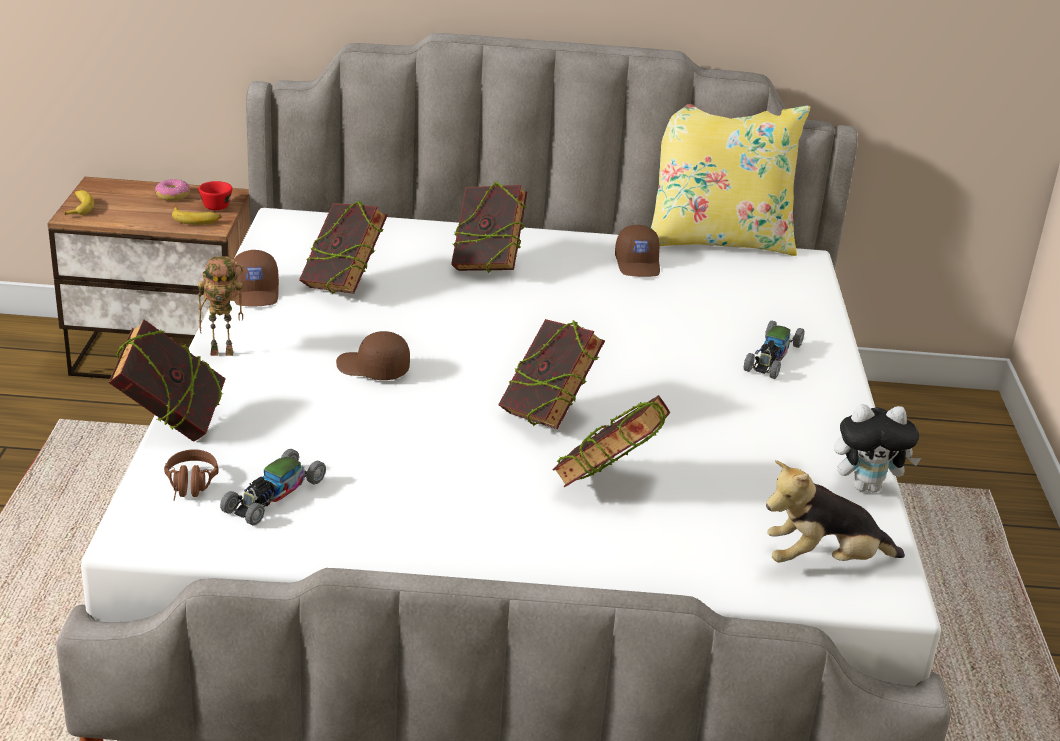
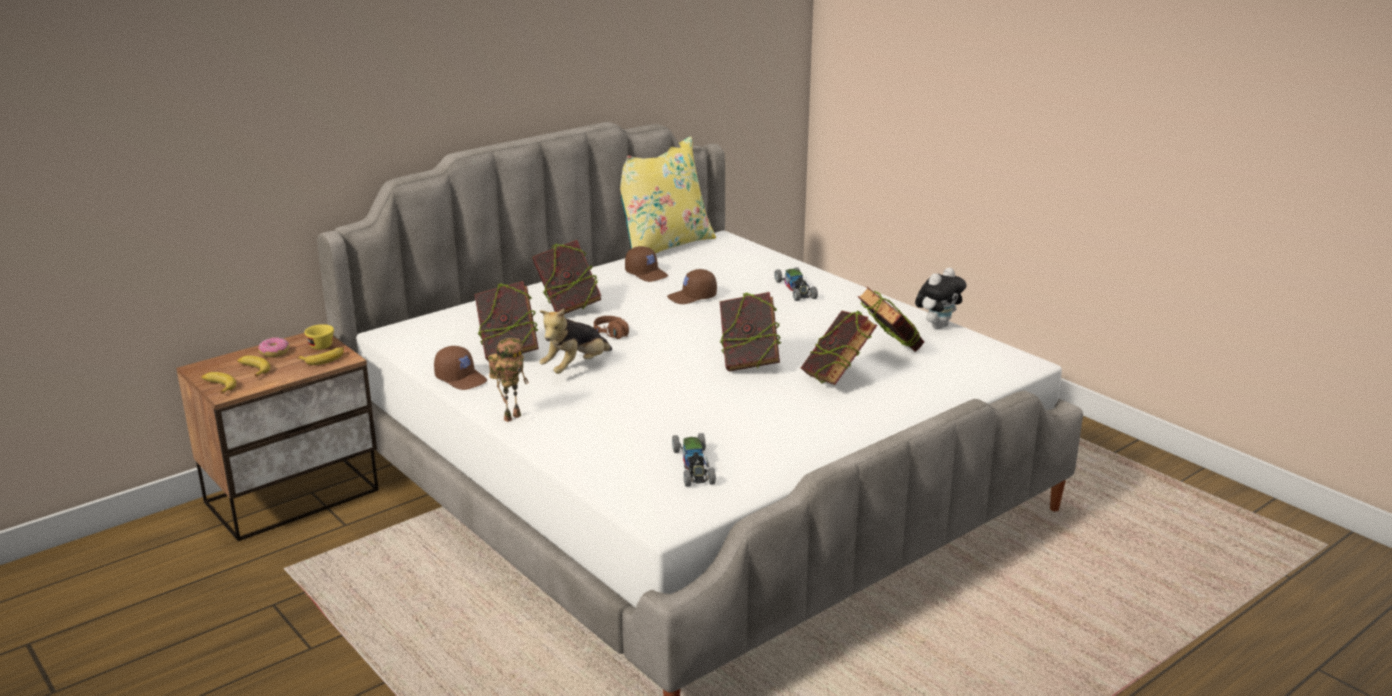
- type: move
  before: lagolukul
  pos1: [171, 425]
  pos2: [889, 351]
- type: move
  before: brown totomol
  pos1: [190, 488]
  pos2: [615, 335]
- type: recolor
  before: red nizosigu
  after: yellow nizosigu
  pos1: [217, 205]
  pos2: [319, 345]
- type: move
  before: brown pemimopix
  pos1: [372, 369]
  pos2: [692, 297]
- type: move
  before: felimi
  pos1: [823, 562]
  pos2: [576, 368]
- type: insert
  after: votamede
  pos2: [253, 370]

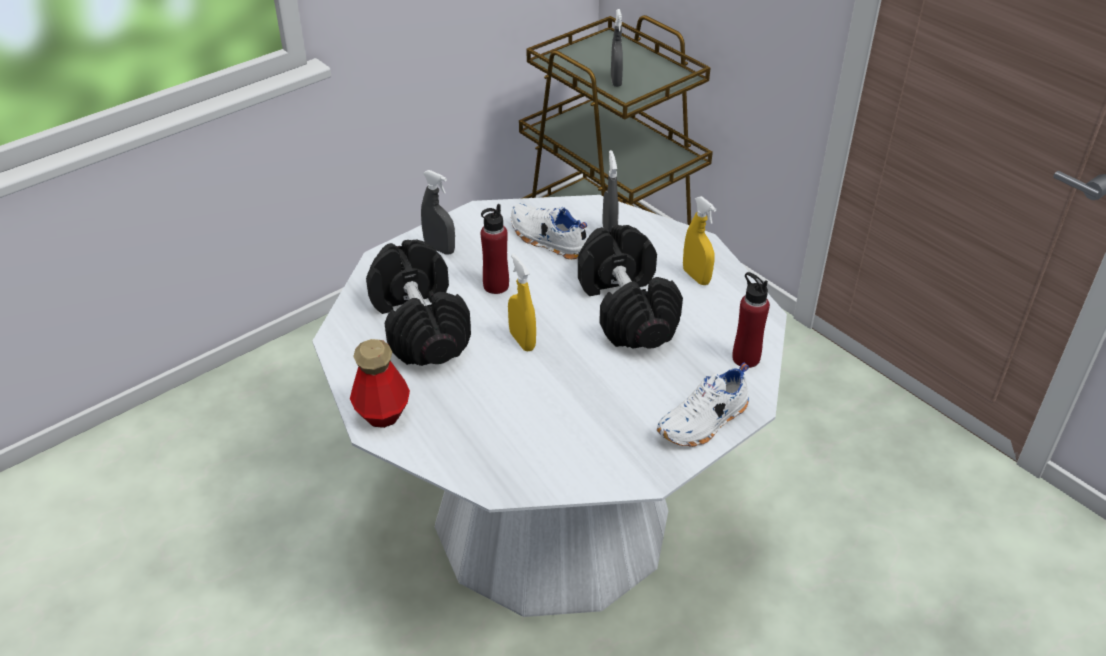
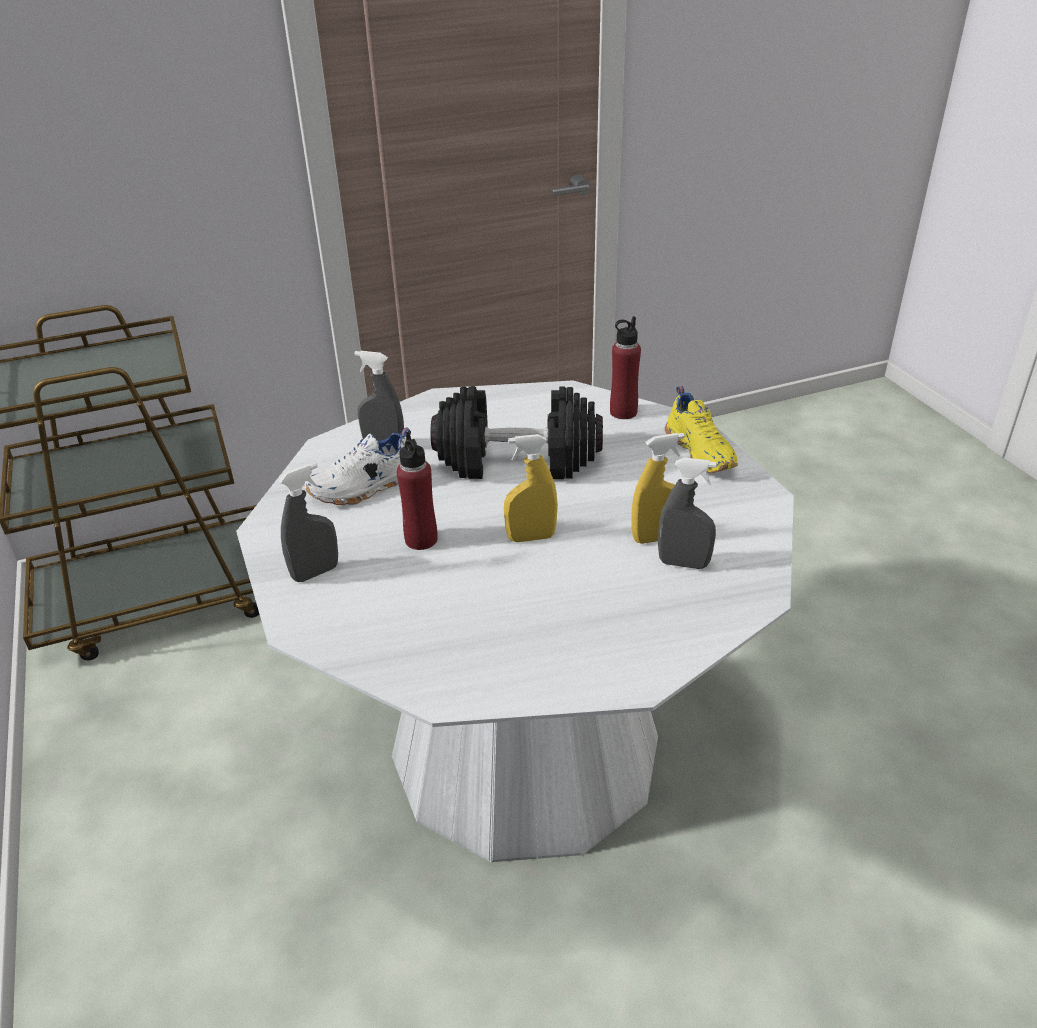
- type: delete
  before: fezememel
  pos1: [382, 412]
- type: delete
  before: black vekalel
  pos1: [419, 325]
- type: move
  before: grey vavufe
  pos1: [616, 81]
  pos2: [683, 563]
- type: recolor
  before: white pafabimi
  after: yellow pafabimi
  pos1: [704, 422]
  pos2: [701, 451]
- type: move
  before: yellow vavufe
  pos1: [696, 277]
  pos2: [655, 538]

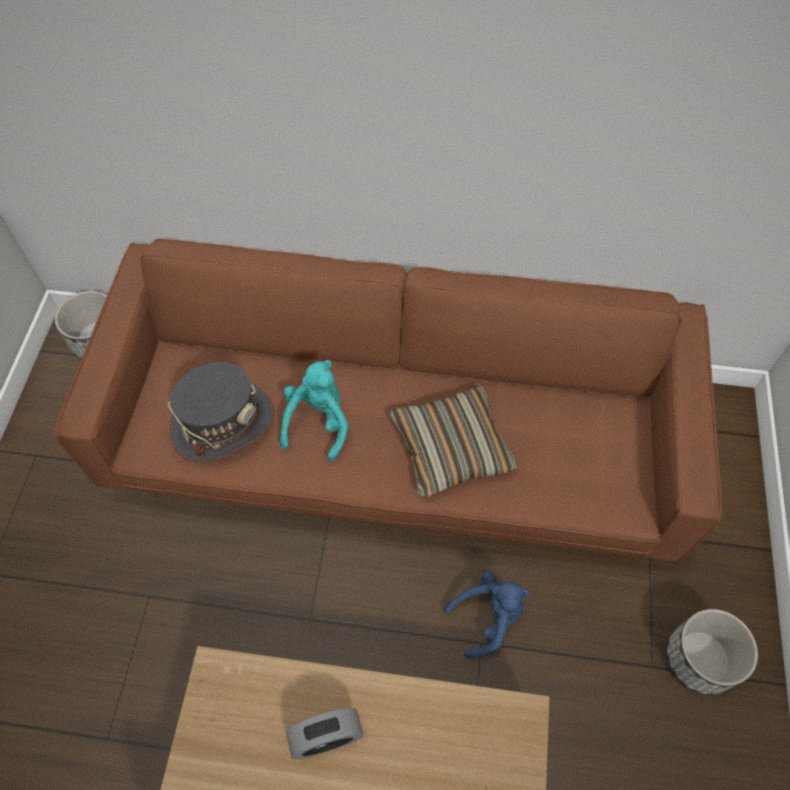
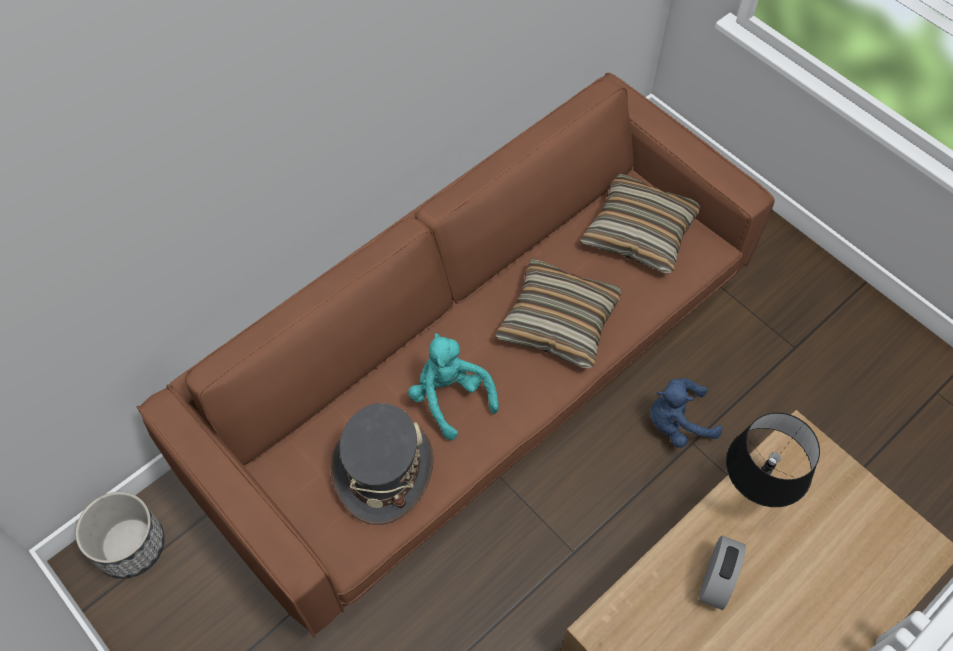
- type: rotate
  before: blue felimi
  pos1: [488, 617]
  pos2: [677, 423]
  turn: -120
- type: delete
  before: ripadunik
  pos1: [698, 659]
- type: insert
  after: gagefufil
  pos2: [639, 232]
- type: insert
  after: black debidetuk
  pos2: [750, 495]

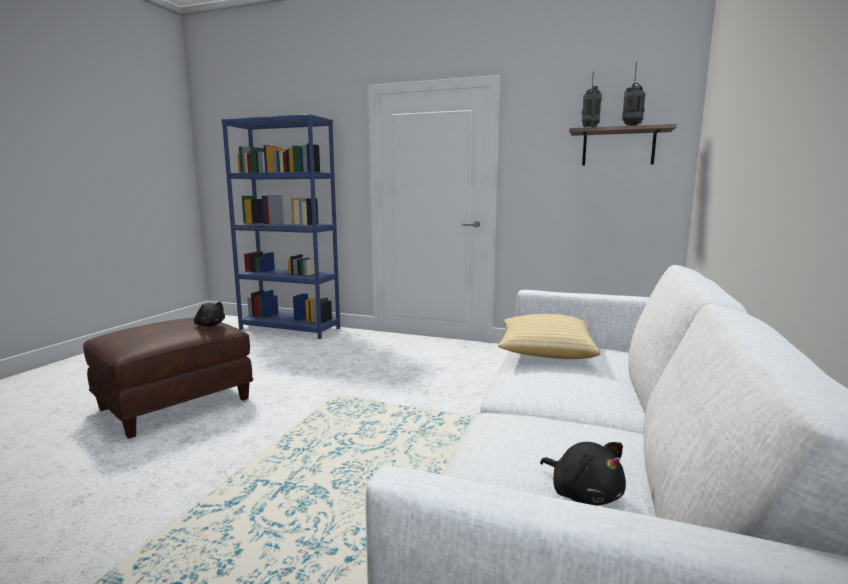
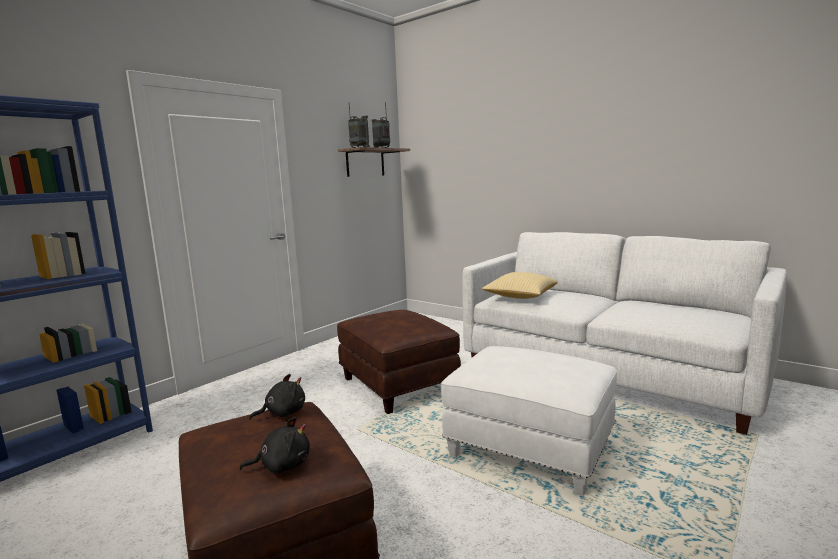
- type: move
  before: black felimi
  pos1: [583, 494]
  pos2: [282, 465]
- type: insert
  after: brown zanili
  pos2: [396, 385]
- type: insert
  after: white zanili
  pos2: [531, 449]

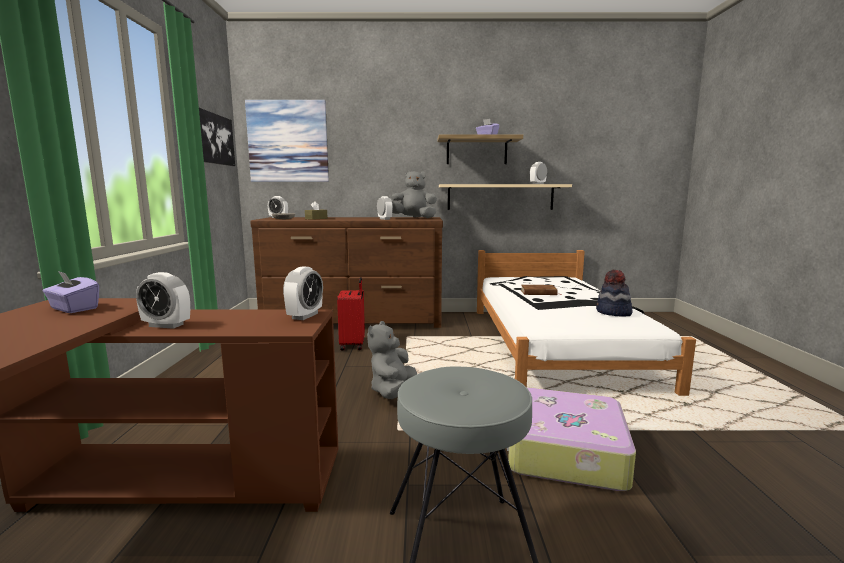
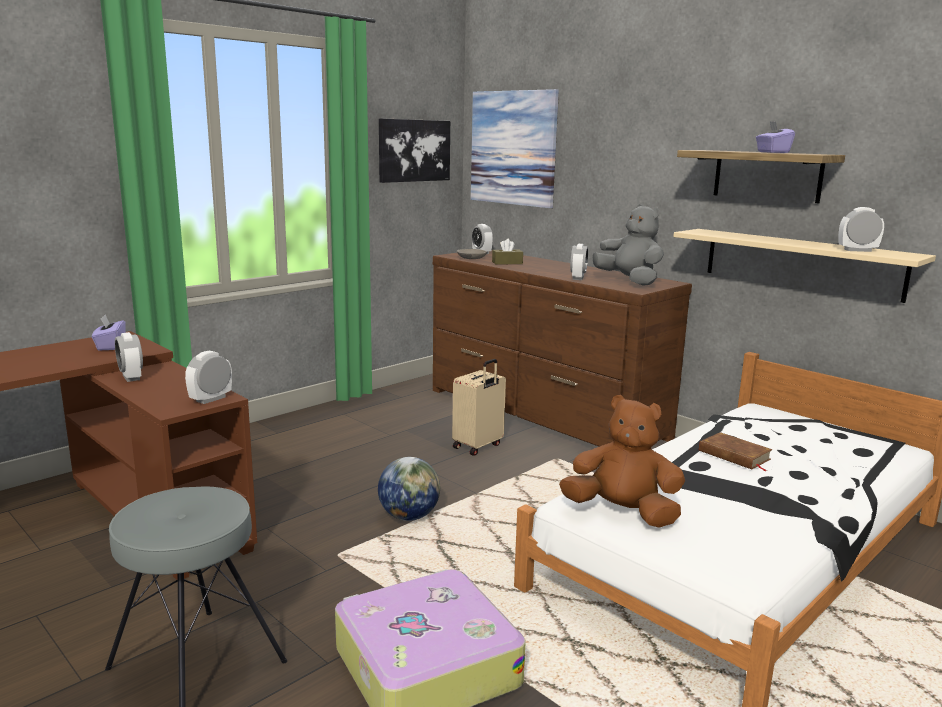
- type: rotate
  before: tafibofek
  pos1: [305, 316]
  pos2: [211, 399]
  turn: 150
- type: recolor
  before: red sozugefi
  after: beige sozugefi
  pos1: [353, 345]
  pos2: [478, 446]
- type: replace
  before: grey felimi
  after: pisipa
  pos1: [392, 391]
  pos2: [409, 516]
- type: delete
  before: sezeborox
  pos1: [613, 313]
- type: insert
  after: brown felimi
  pos2: [622, 513]

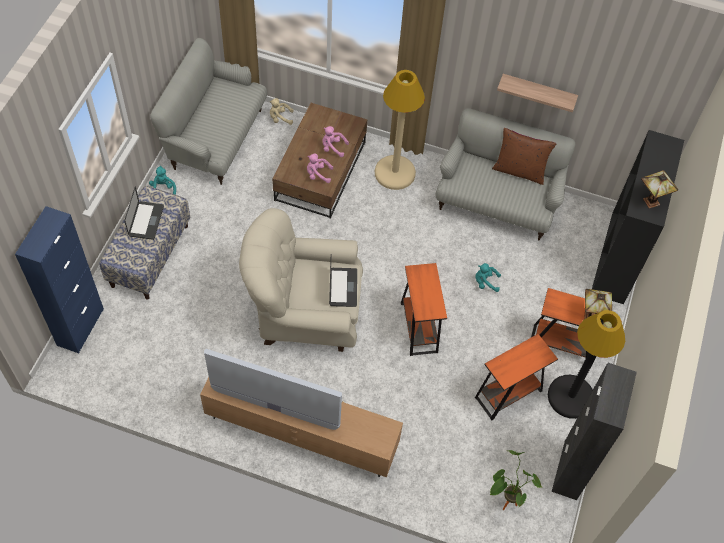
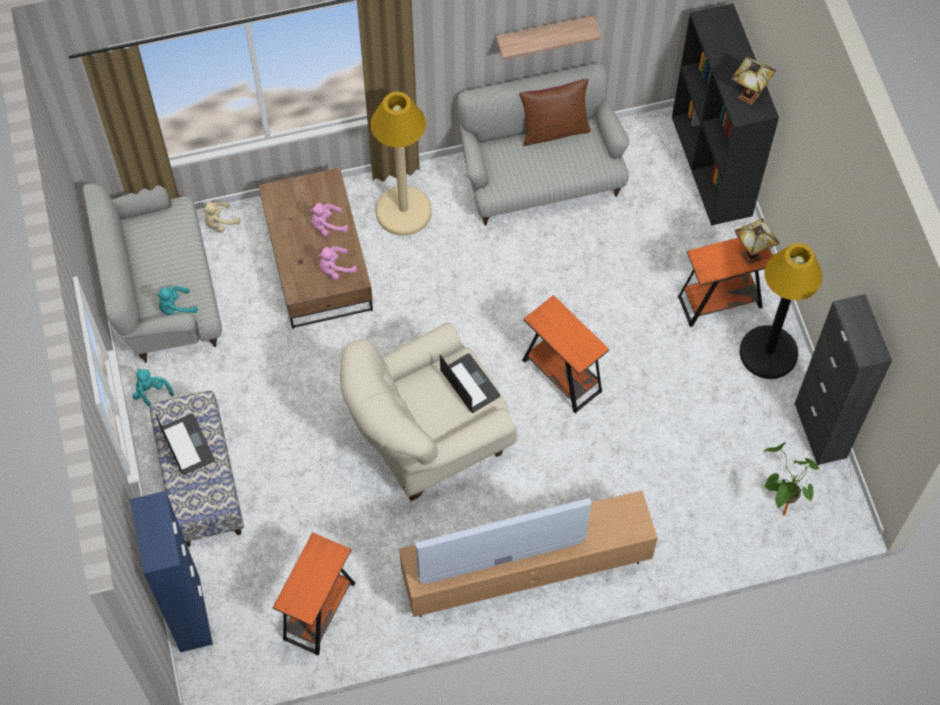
- type: move
  before: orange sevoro
  pos1: [508, 394]
  pos2: [319, 611]
- type: move
  before: turquoise felimi
  pos1: [485, 282]
  pos2: [176, 308]

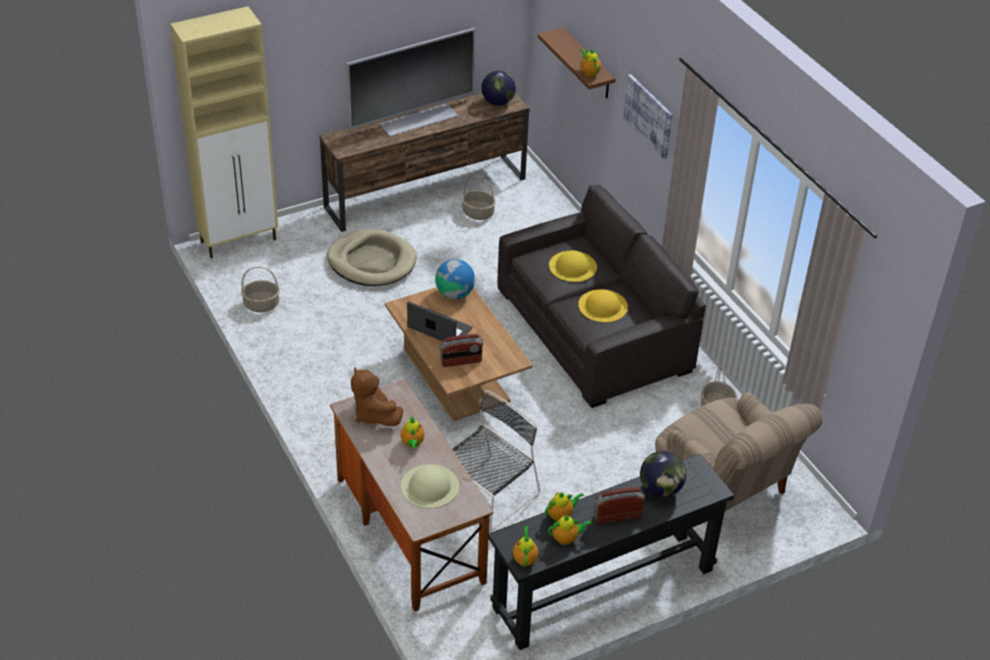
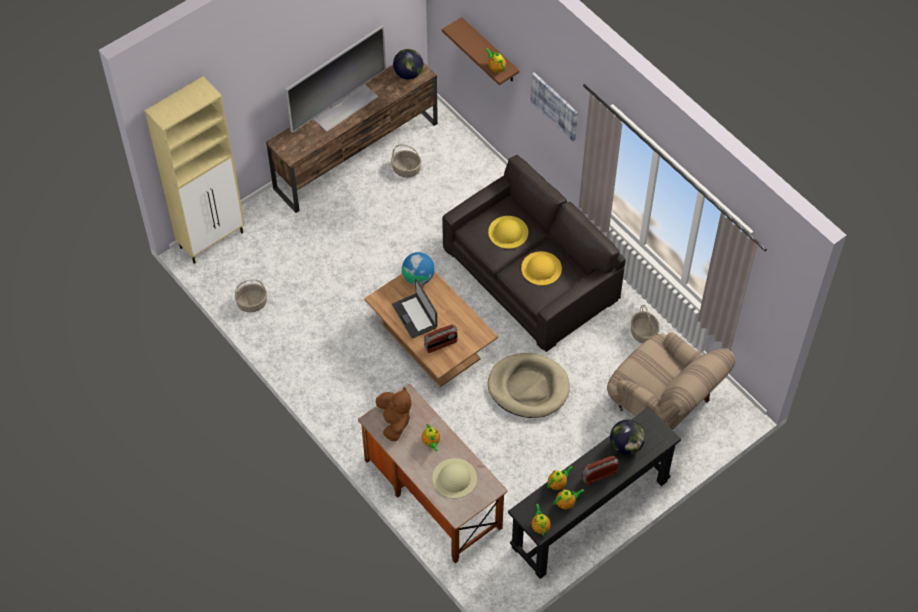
- type: move
  before: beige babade
  pos1: [372, 261]
  pos2: [528, 387]
- type: rotate
  before: brown felimi
  pos1: [374, 414]
  pos2: [394, 422]
  turn: -150
- type: rotate
  before: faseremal
  pos1: [439, 329]
  pos2: [415, 316]
  turn: -135
- type: delete
  before: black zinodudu
  pos1: [487, 495]

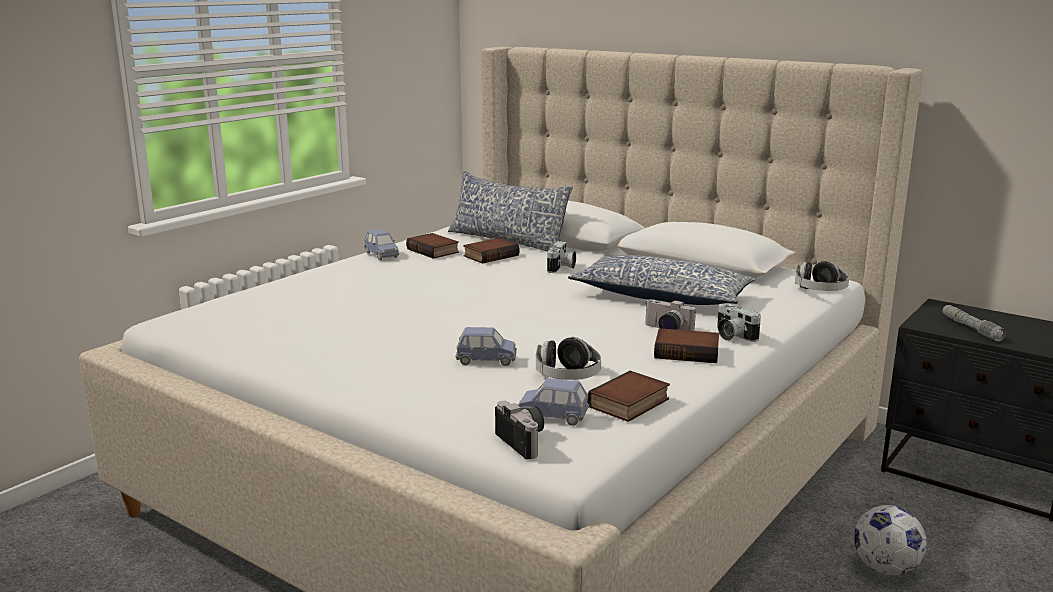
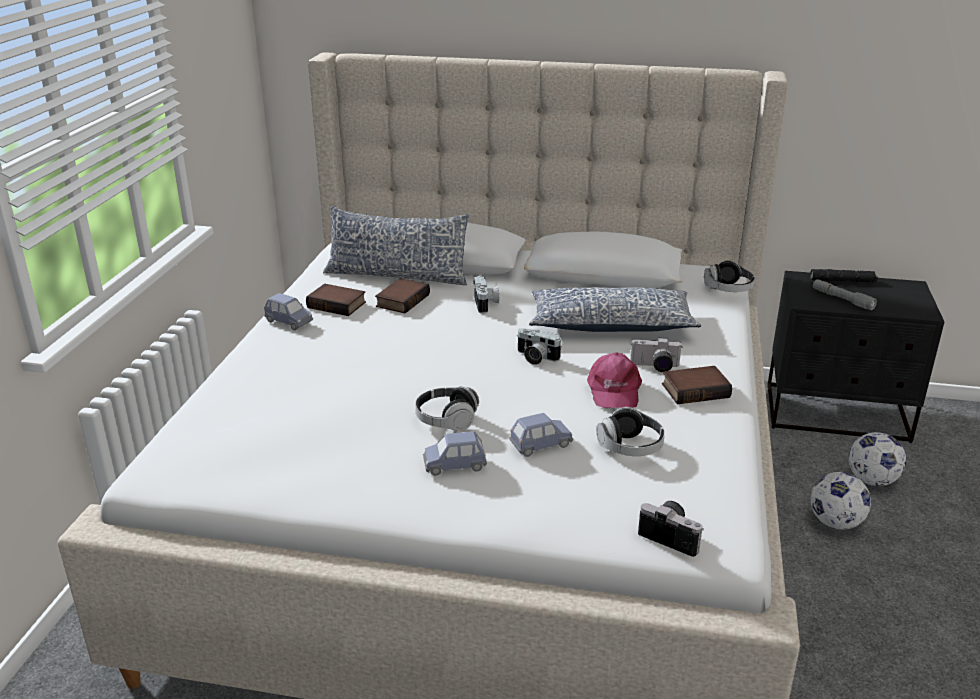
- type: move
  before: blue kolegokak
  pos1: [553, 416]
  pos2: [454, 465]
- type: delete
  before: lagolukul
  pos1: [629, 404]
- type: move
  before: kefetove
  pos1: [732, 336]
  pos2: [535, 357]
- type: insert
  after: totomol
  pos2: [446, 420]
- type: insert
  after: pink pemimopix
  pos2: [613, 390]
- type: insert
  after: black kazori
  pos2: [842, 281]
- type: insert
  after: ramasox
  pos2: [872, 480]

